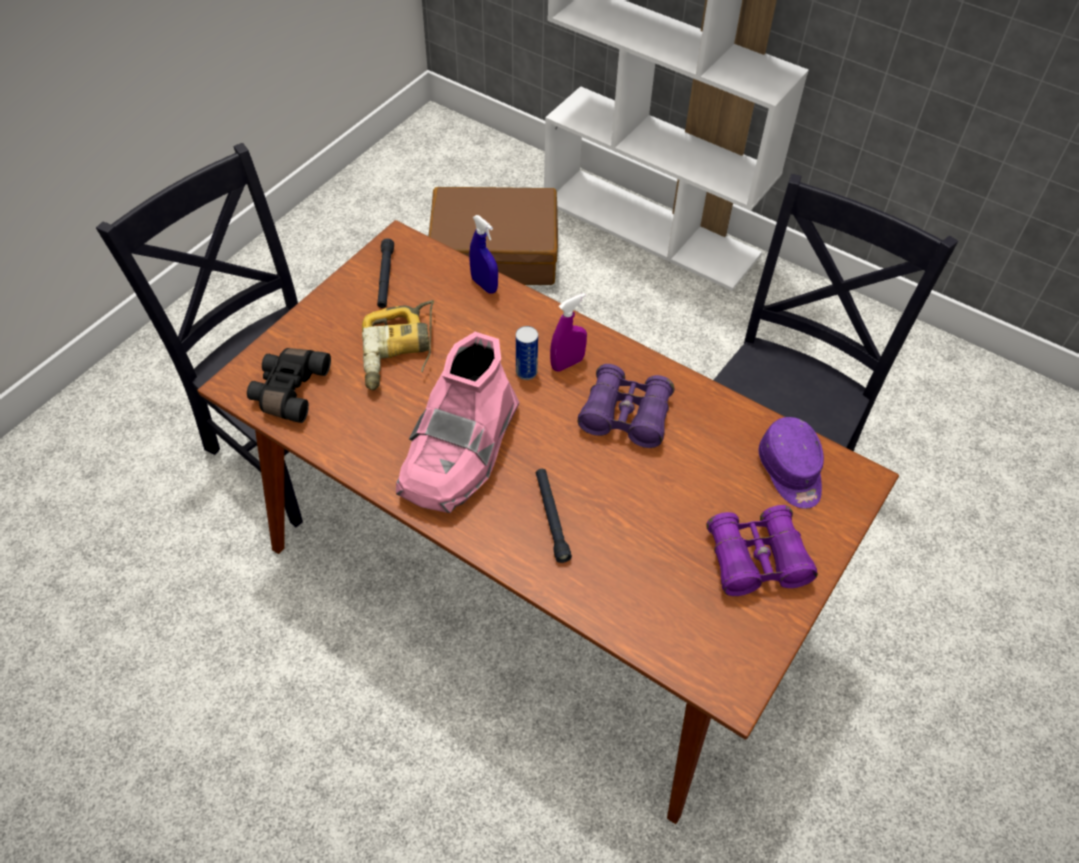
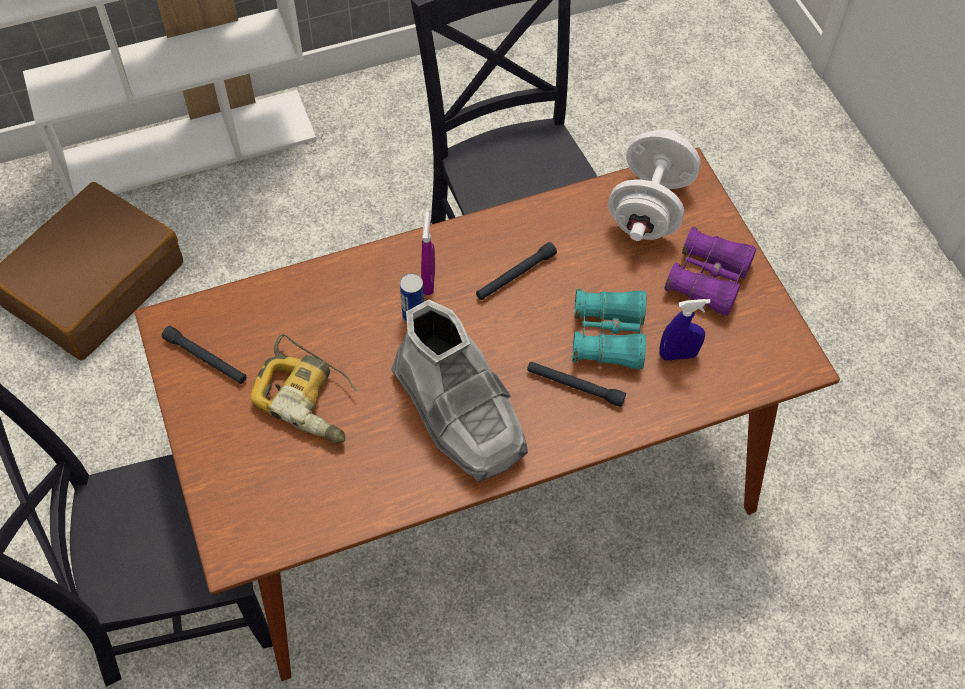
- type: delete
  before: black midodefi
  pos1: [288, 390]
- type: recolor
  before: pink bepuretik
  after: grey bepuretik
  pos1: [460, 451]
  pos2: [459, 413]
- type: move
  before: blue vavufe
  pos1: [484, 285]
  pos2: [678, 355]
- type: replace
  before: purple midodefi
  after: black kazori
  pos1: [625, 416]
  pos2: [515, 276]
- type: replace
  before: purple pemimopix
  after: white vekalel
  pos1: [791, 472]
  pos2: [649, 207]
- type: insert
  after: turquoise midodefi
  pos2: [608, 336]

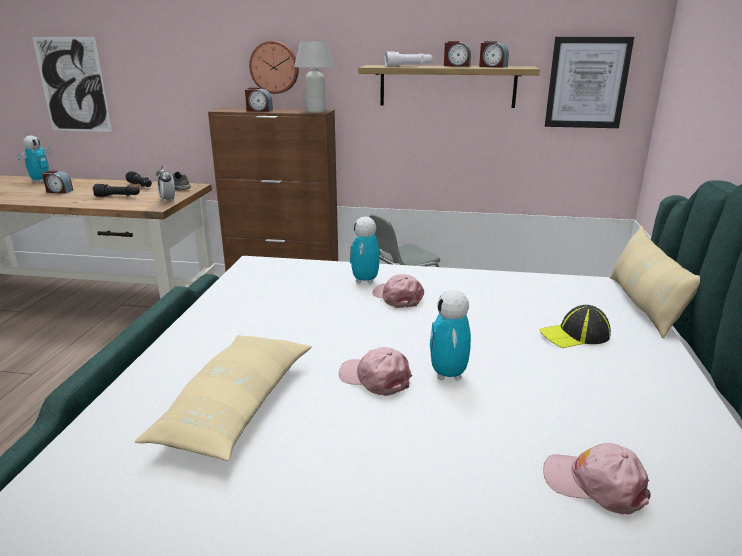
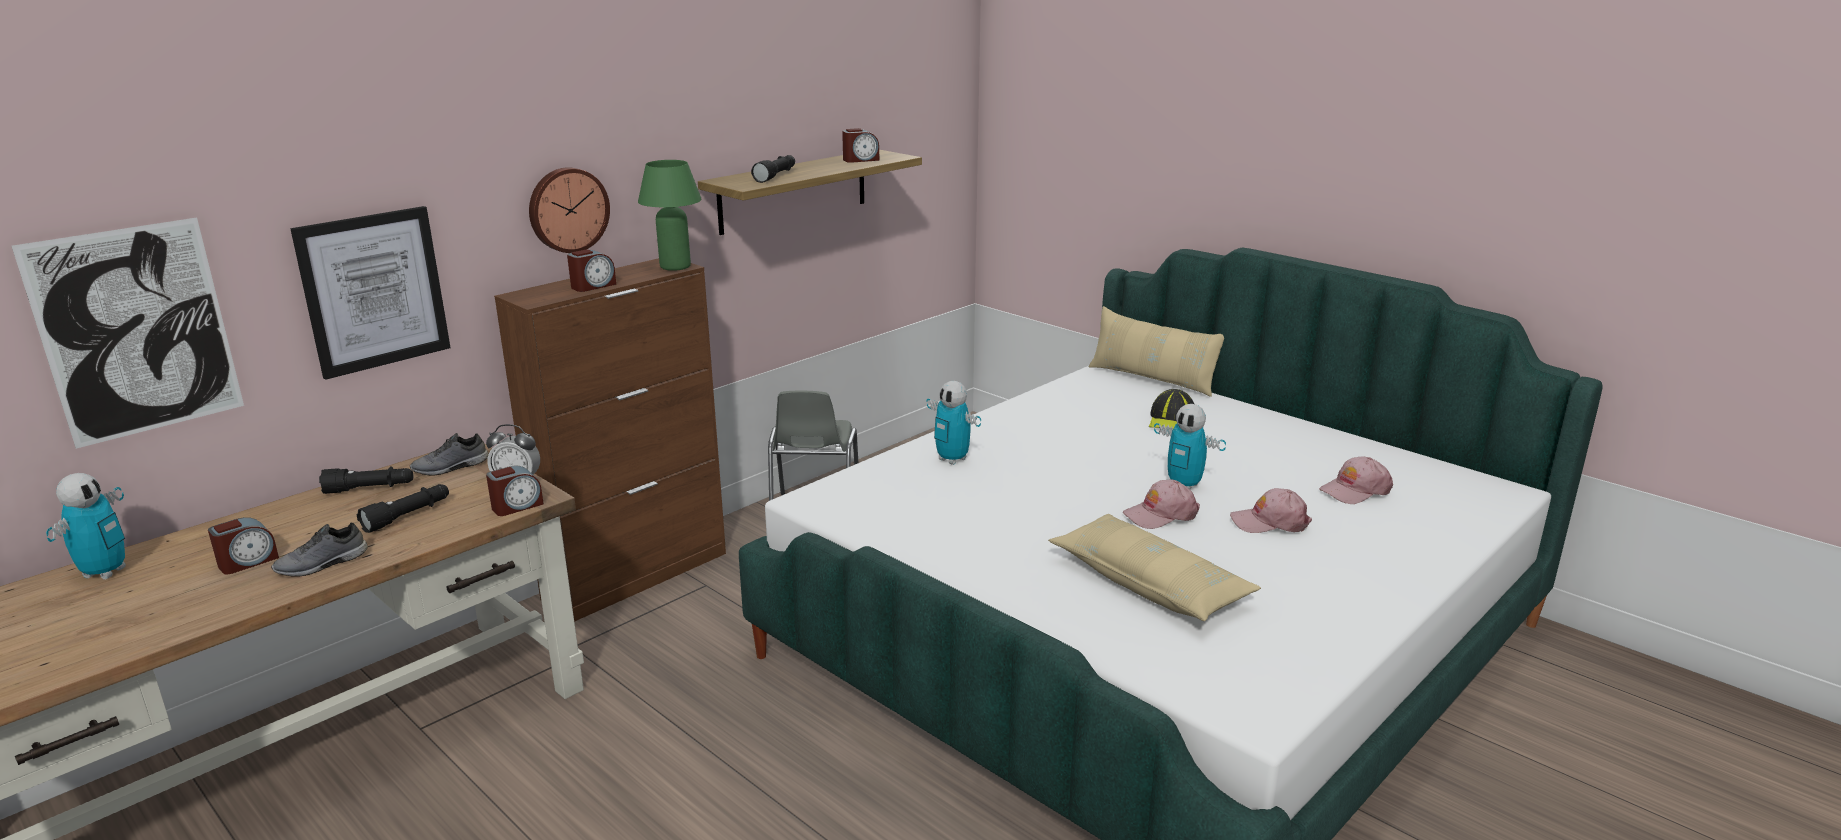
- type: rotate
  before: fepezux
  pos1: [41, 181]
  pos2: [105, 572]
  turn: 45
- type: recolor
  before: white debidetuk
  after: green debidetuk
  pos1: [316, 112]
  pos2: [675, 267]
- type: move
  before: pink pemimopix
  pos1: [397, 297]
  pos2: [1270, 522]
- type: recolor
  before: white kazori
  after: black kazori
  pos1: [408, 66]
  pos2: [776, 176]
- type: move
  before: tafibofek
  pos1: [456, 66]
  pos2: [517, 506]
- type: move
  before: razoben
  pos1: [587, 83]
  pos2: [374, 291]
- type: insert
  after: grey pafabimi
  pos2: [322, 564]

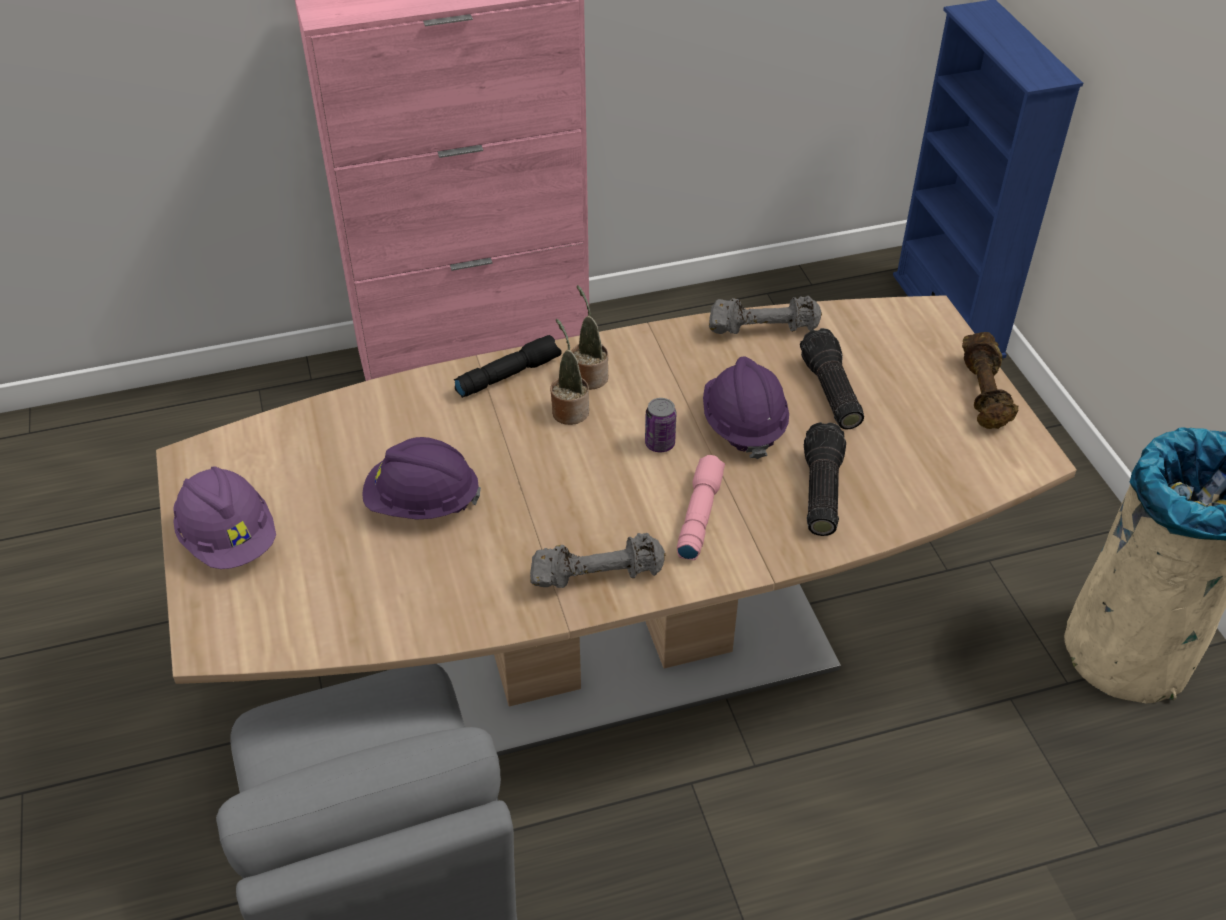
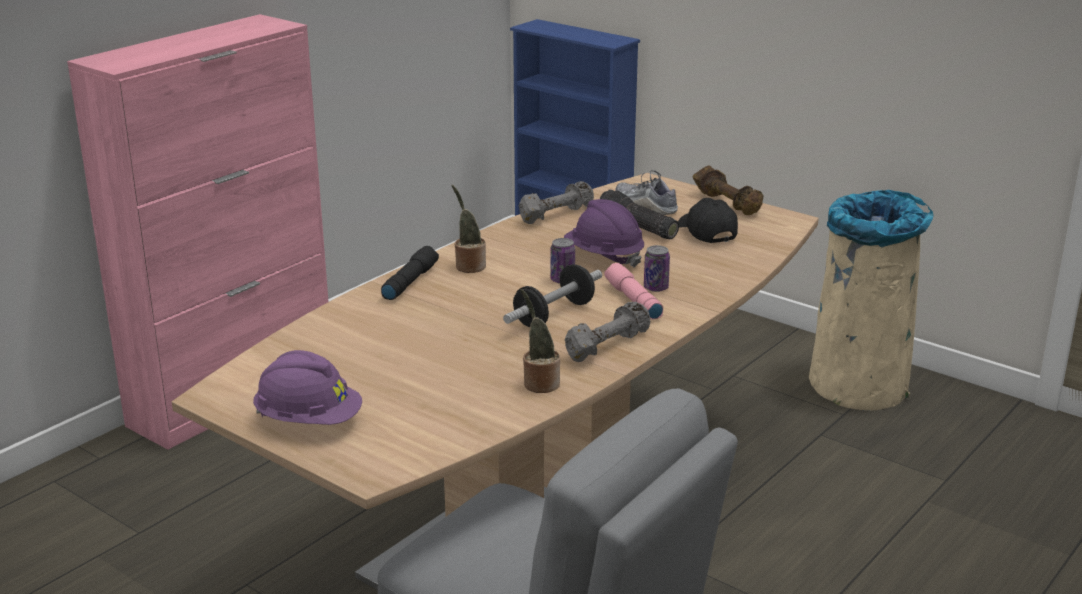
- type: delete
  before: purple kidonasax
  pos1: [422, 503]
- type: move
  before: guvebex
  pos1: [569, 410]
  pos2: [539, 383]
- type: delete
  before: kazori
  pos1: [819, 491]
- type: insert
  after: vekalel
  pos2: [554, 315]
- type: insert
  after: pafabimi
  pos2: [645, 205]
- type: insert
  after: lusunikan
  pos2: [656, 288]
- type: insert
  after: black pemimopix
  pos2: [705, 232]

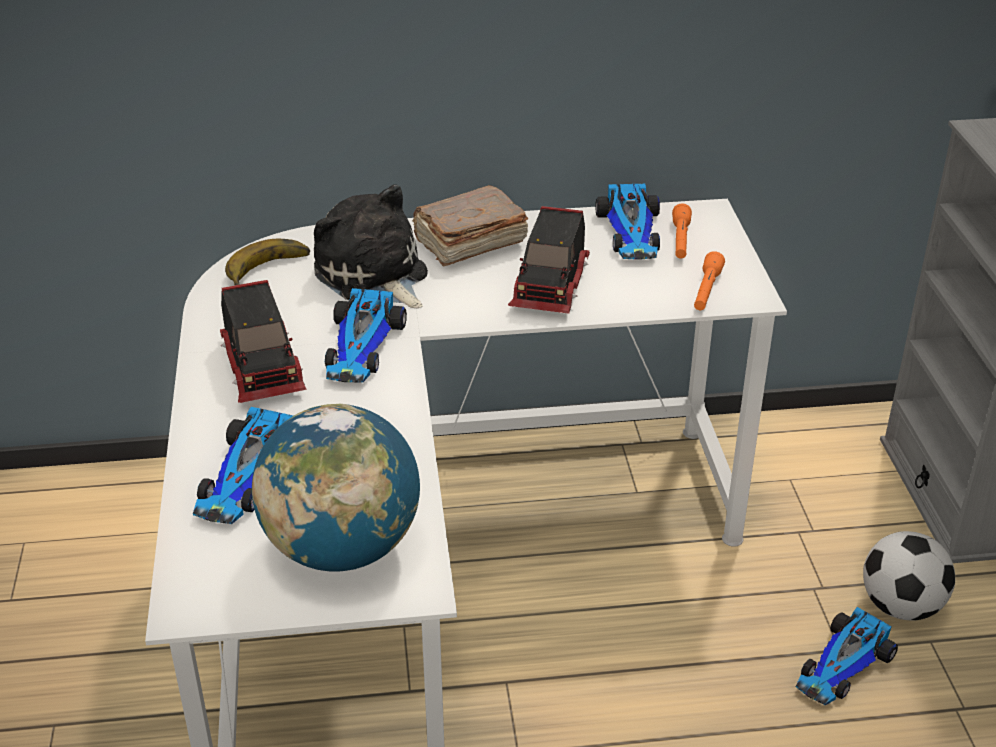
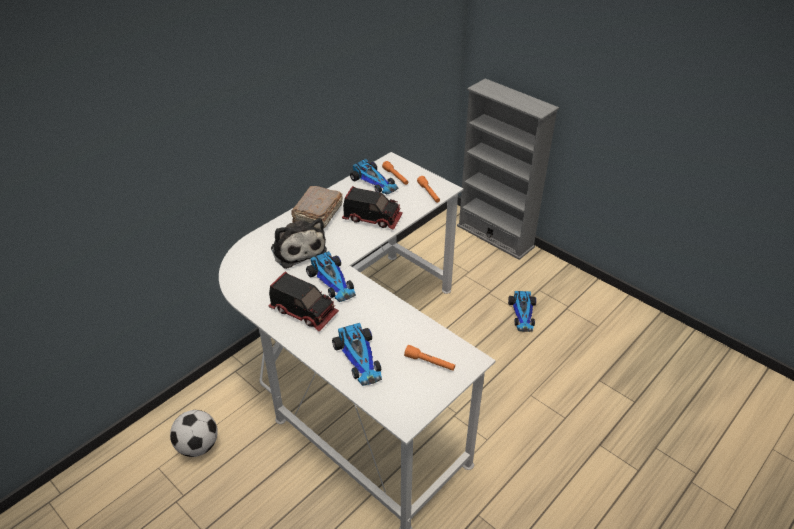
- type: delete
  before: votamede
  pos1: [272, 274]
- type: replace
  before: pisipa
  after: orange kazori
  pos1: [342, 548]
  pos2: [429, 362]
- type: rotate
  before: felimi
  pos1: [373, 276]
  pos2: [297, 249]
  turn: -135
- type: rotate
  before: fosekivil
  pos1: [552, 285]
  pos2: [372, 218]
  turn: -45
- type: move
  before: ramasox
  pos1: [900, 606]
  pos2: [198, 446]

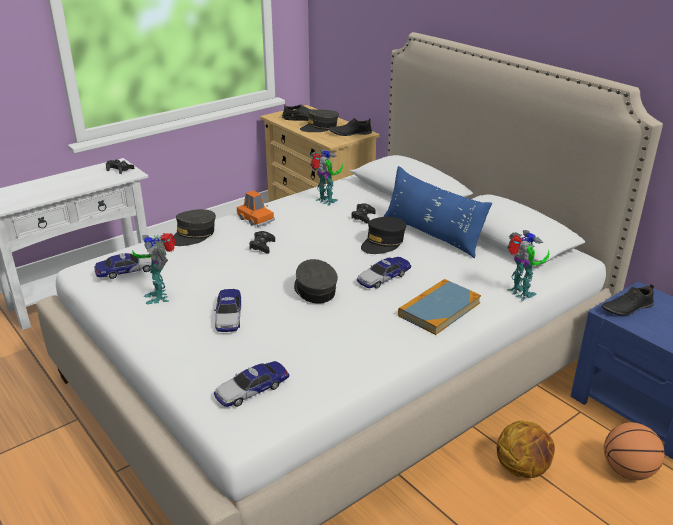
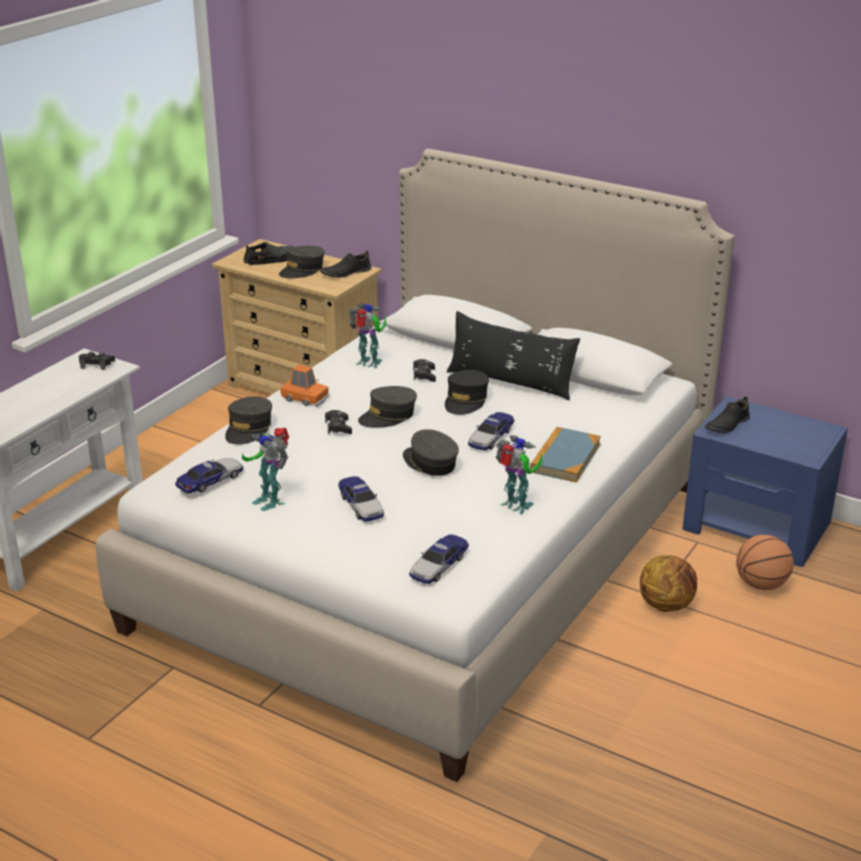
- type: recolor
  before: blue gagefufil
  after: black gagefufil
  pos1: [432, 234]
  pos2: [510, 382]
- type: move
  before: fepezux
  pos1: [520, 294]
  pos2: [516, 507]
- type: insert
  after: grey pemimopix
  pos2: [388, 416]

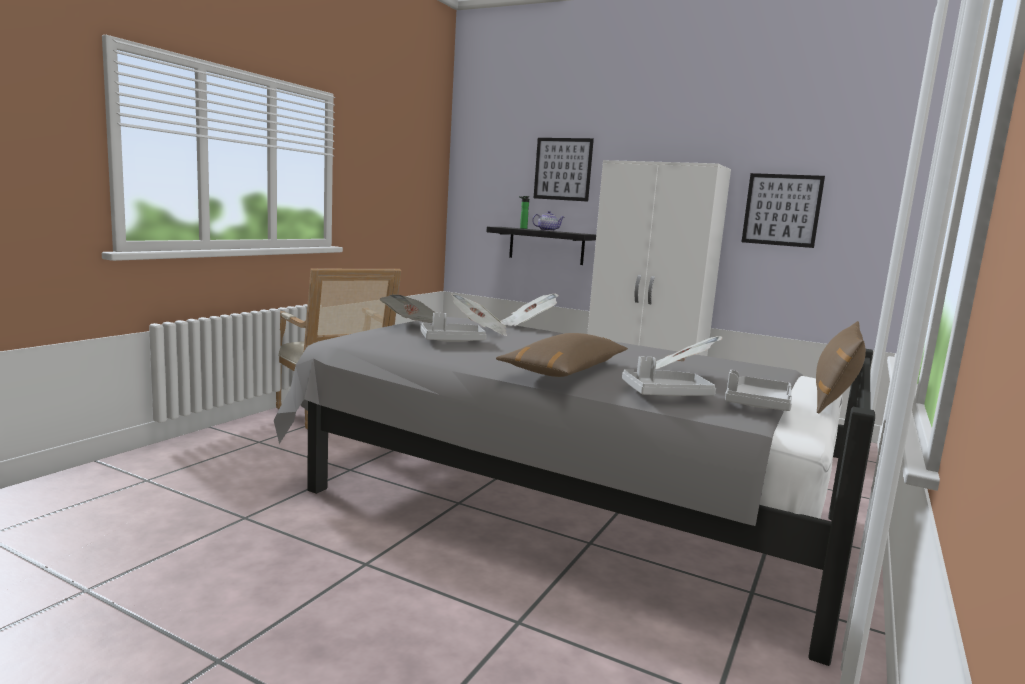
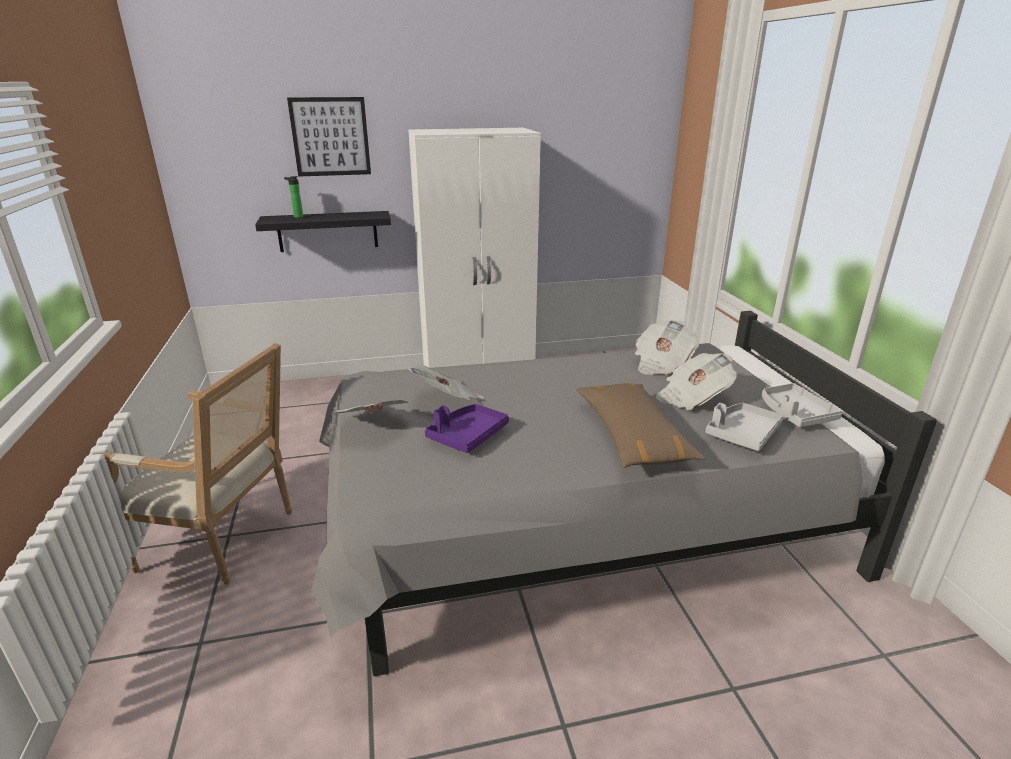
- type: recolor
  before: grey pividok
  after: purple pividok
  pos1: [451, 341]
  pos2: [467, 436]
- type: move
  before: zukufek
  pos1: [527, 325]
  pos2: [661, 364]
- type: delete
  before: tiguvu
  pos1: [547, 230]
- type: delete
  before: razoben
  pos1: [782, 210]
- type: delete
  before: brown gagefufil
  pos1: [834, 397]

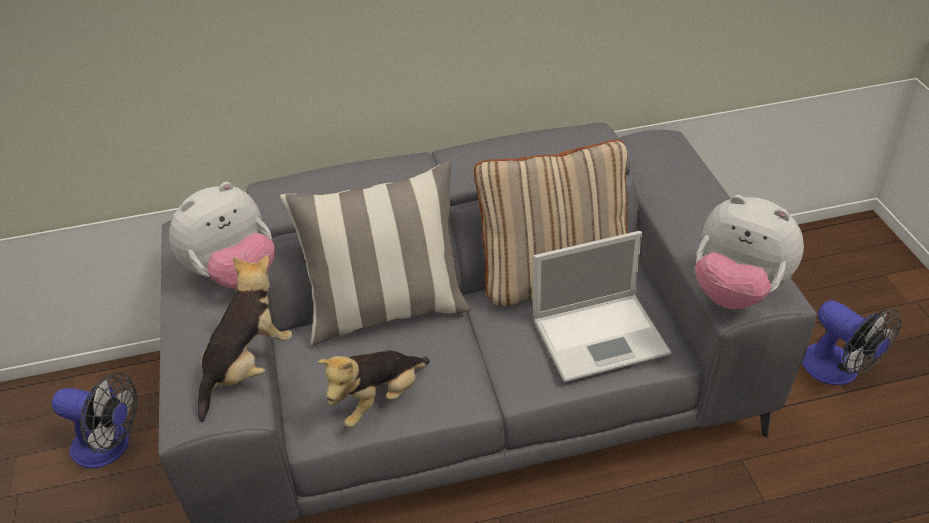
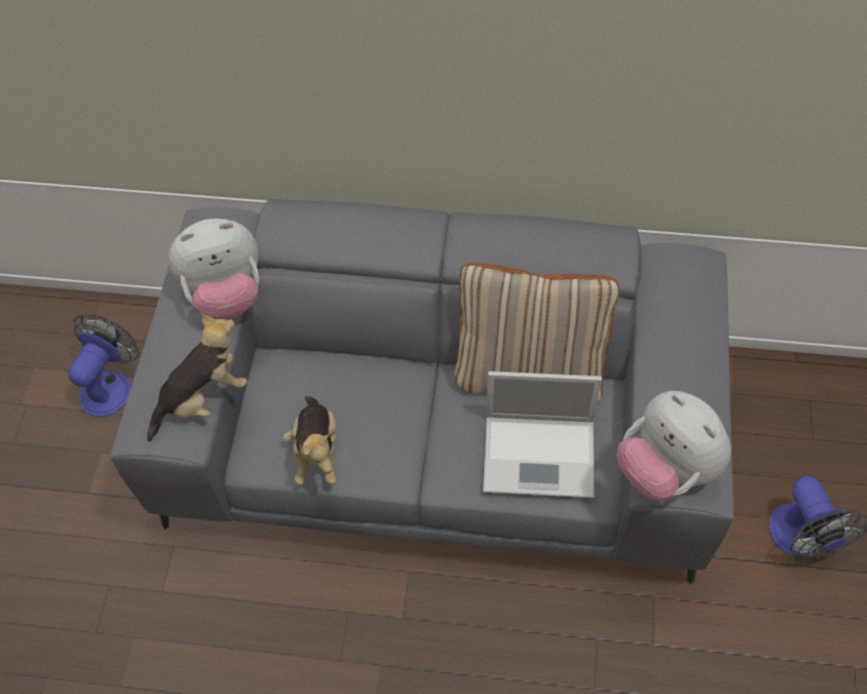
- type: rotate
  before: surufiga
  pos1: [110, 447]
  pos2: [110, 385]
  turn: -105
- type: delete
  before: gagefufil
  pos1: [387, 311]
- type: rotate
  before: felimi
  pos1: [379, 400]
  pos2: [317, 452]
  turn: -75

